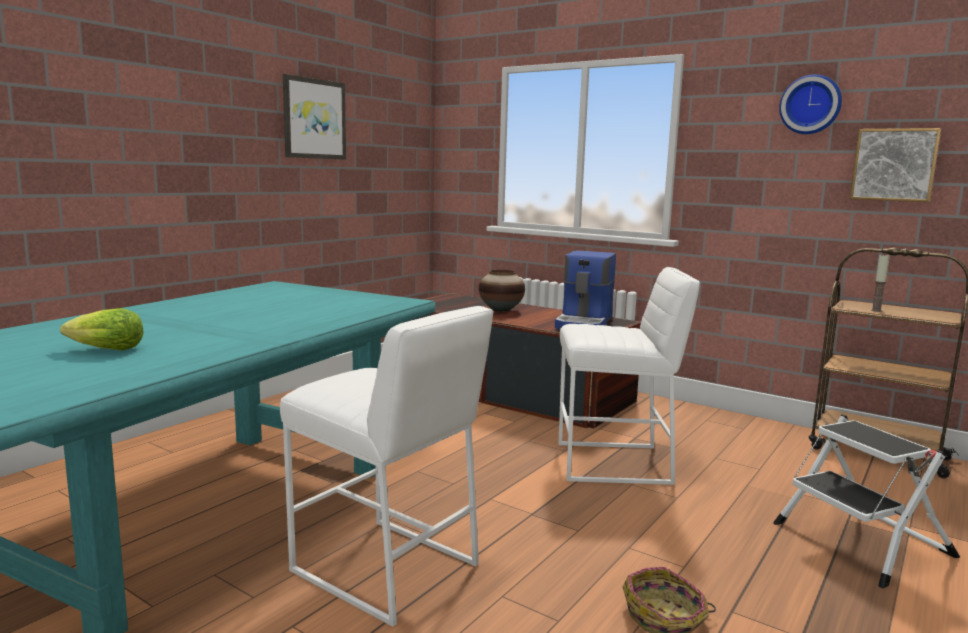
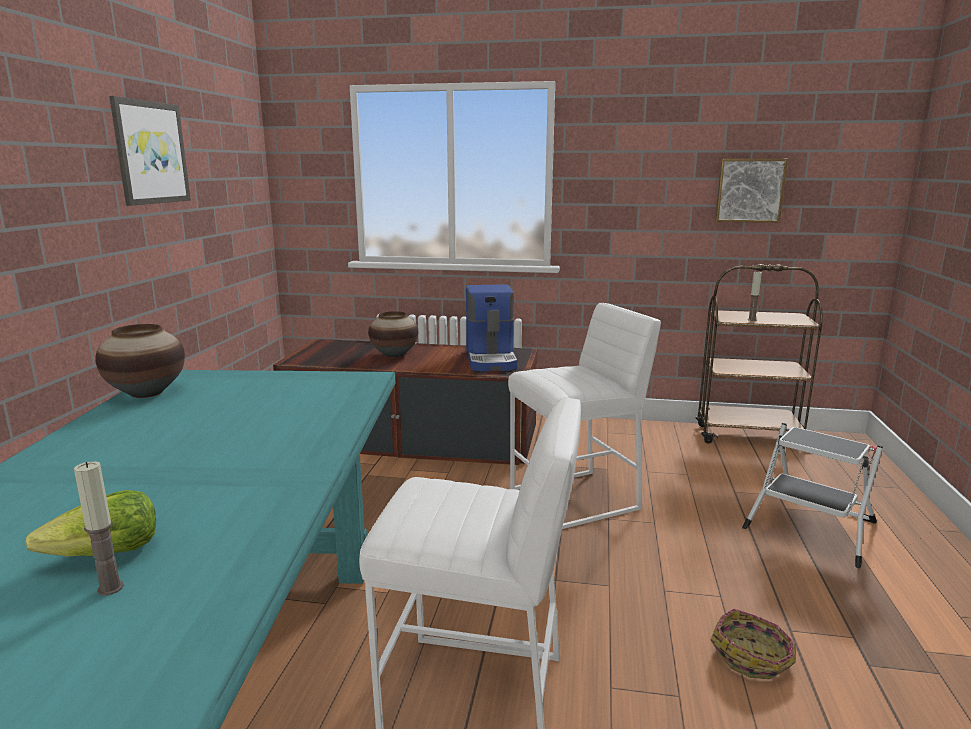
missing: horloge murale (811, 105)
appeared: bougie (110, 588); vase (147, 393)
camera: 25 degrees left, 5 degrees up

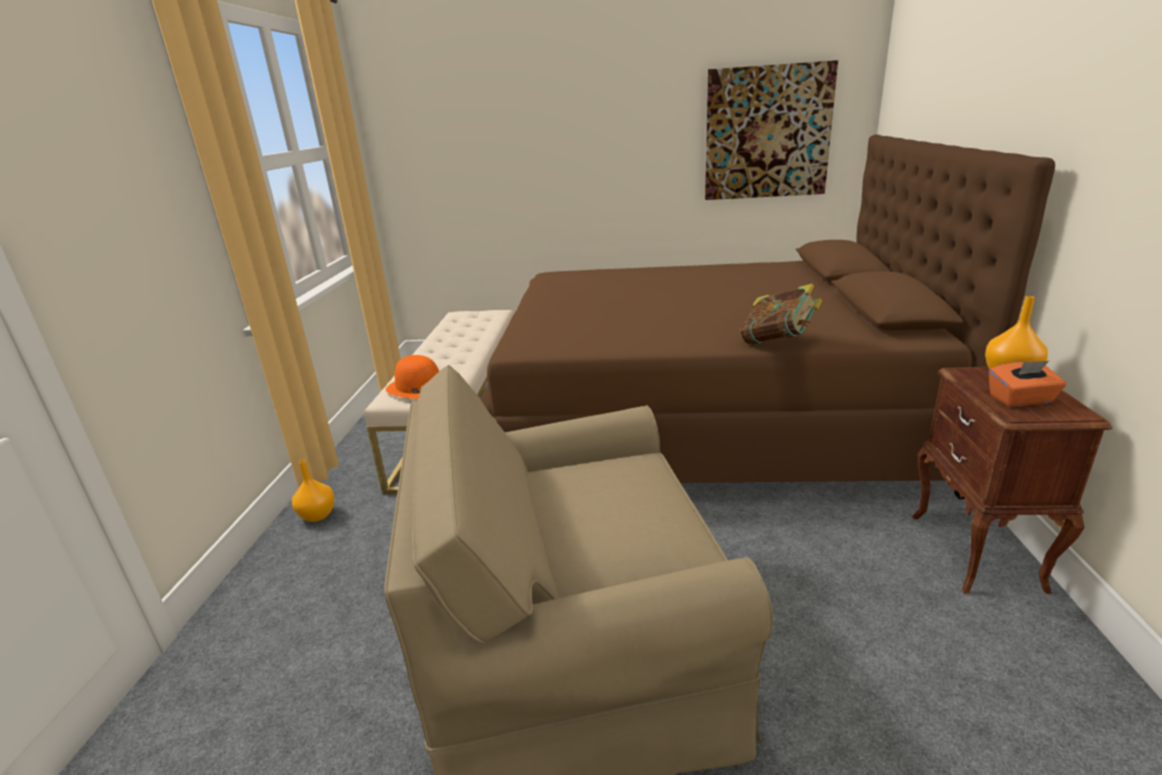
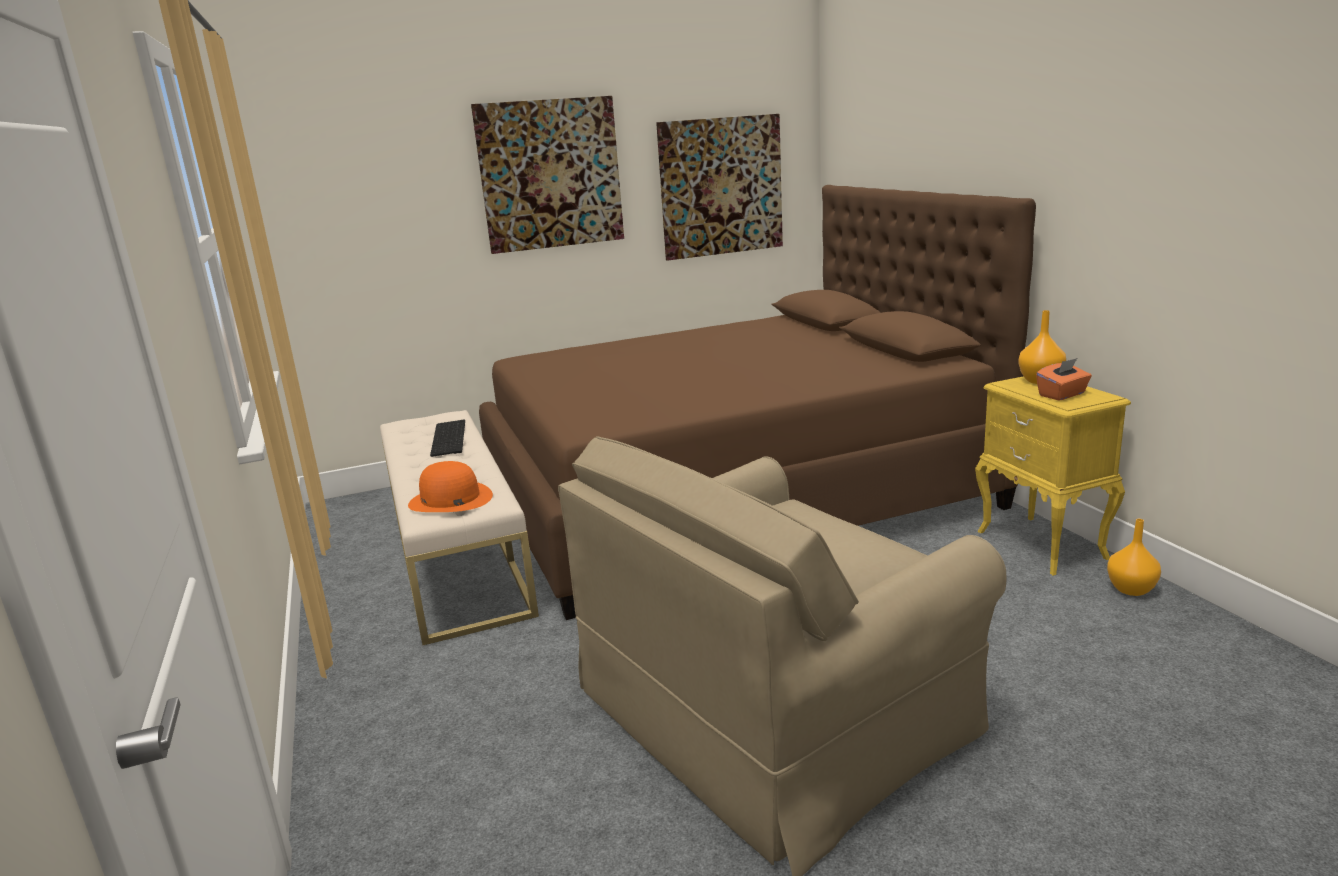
missing: livre (778, 342)
appeared: clavier (450, 438); tableau (550, 174)
relocated: vase [orange] (318, 515) to (1130, 589)
colour: table de chevet [marron] (976, 552) to table de chevet [jaune] (1042, 545)
camera: 25 degrees left, 5 degrees down

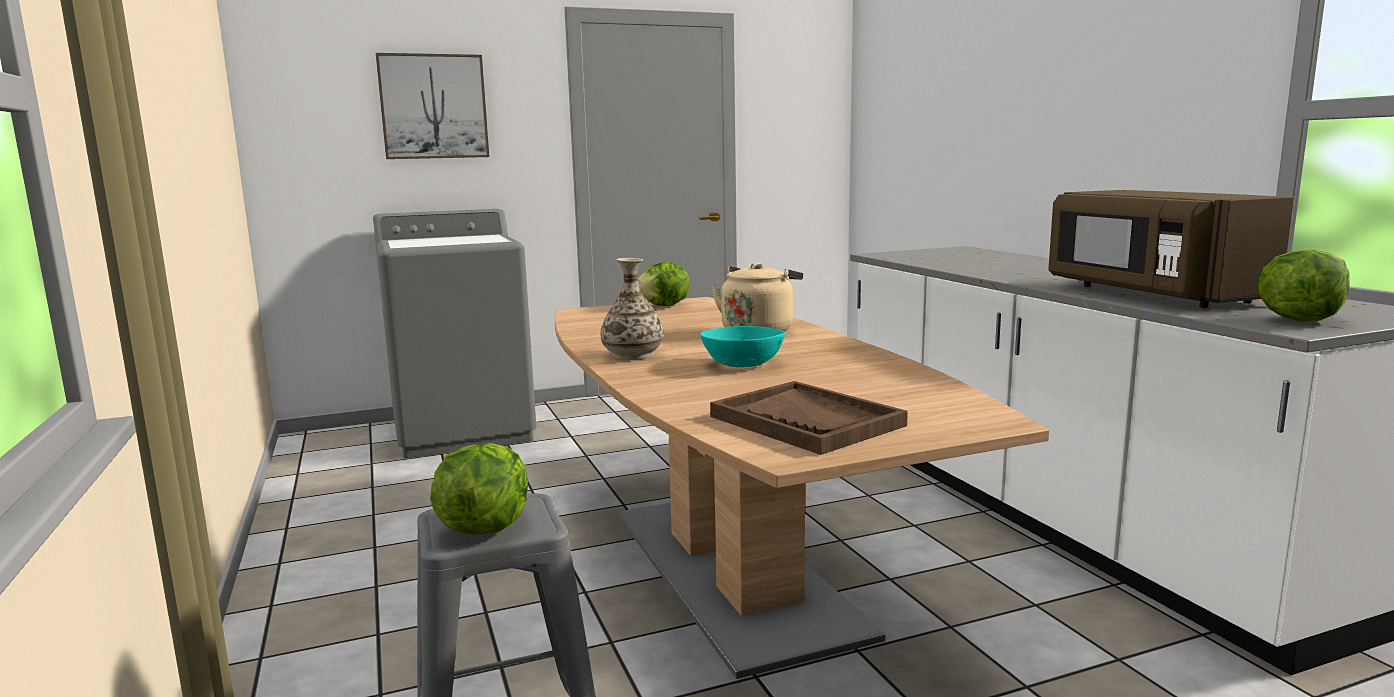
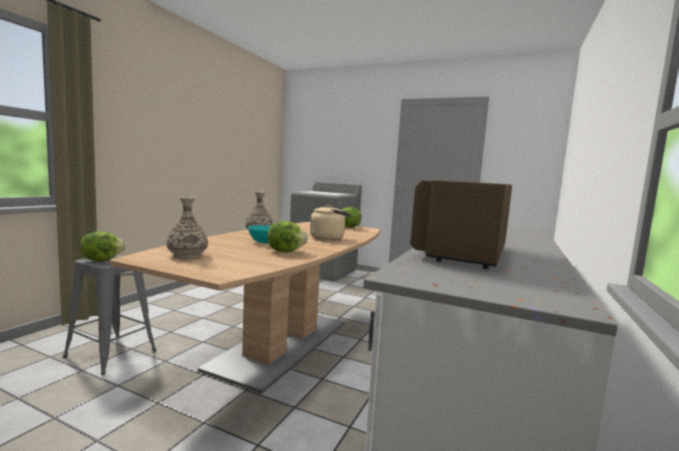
missing: tableau (433, 107)
relocated: laitue (1298, 319) to (286, 251)
exchanged: plateau [marron] (806, 421) to vase (187, 255)
camera: 45 degrees right, 5 degrees down

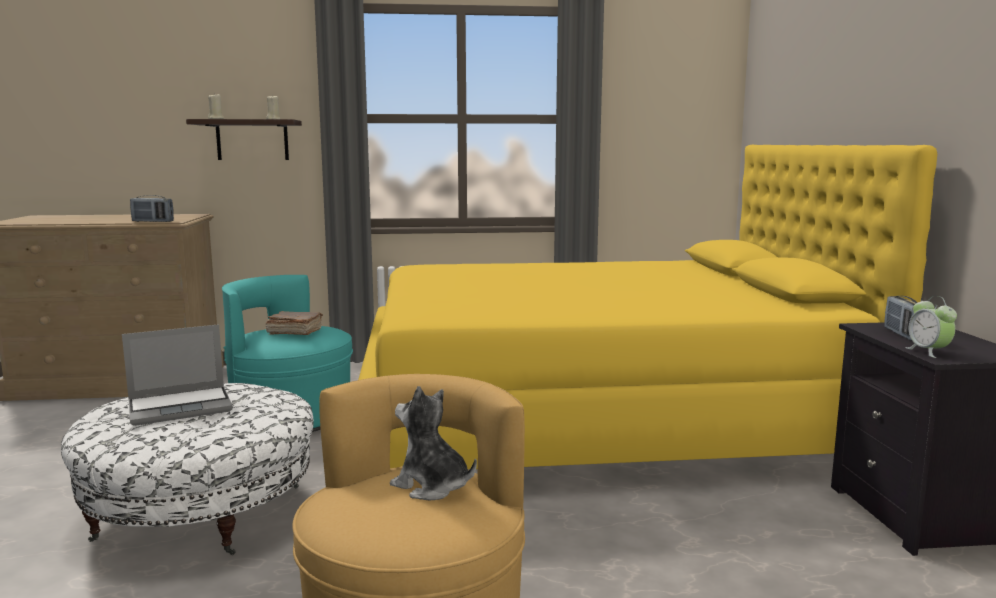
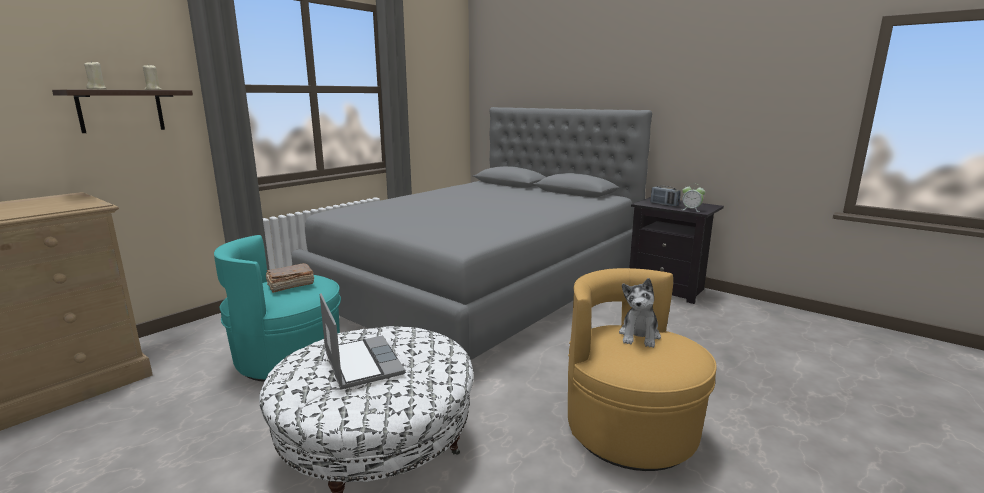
missing: radio (152, 221)
colour: lit [jaune] (598, 419) to lit [gris] (484, 290)
spun: ordinateur portable (181, 407) = (361, 363) 45 degrees counterclockwise; peluche (432, 486) = (639, 336) 60 degrees counterclockwise
camera: 45 degrees left, 5 degrees up

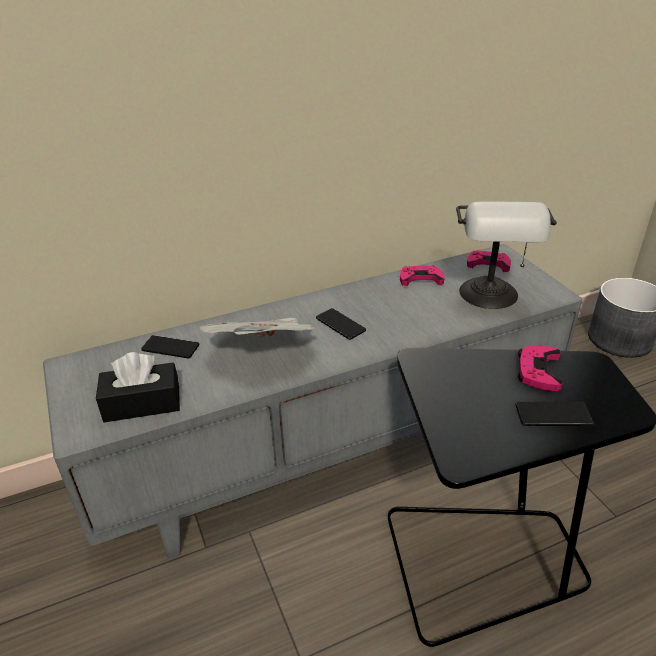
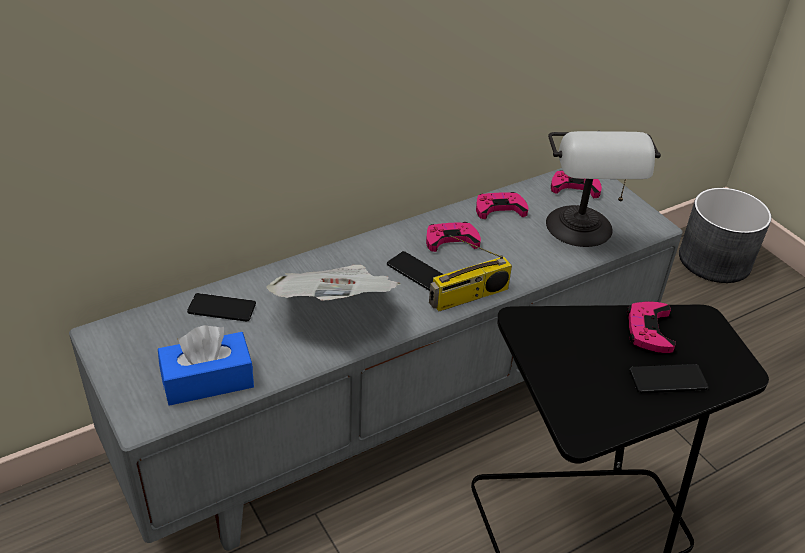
appeared: manette [rose] (451, 240); radio (468, 297)
colour: boîte à mouchoirs [noir] (142, 403) to boîte à mouchoirs [bleu] (208, 380)
camera: 10 degrees left, 5 degrees up

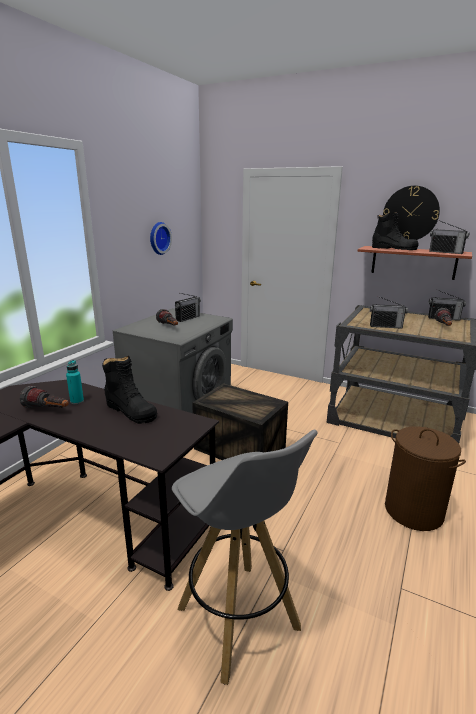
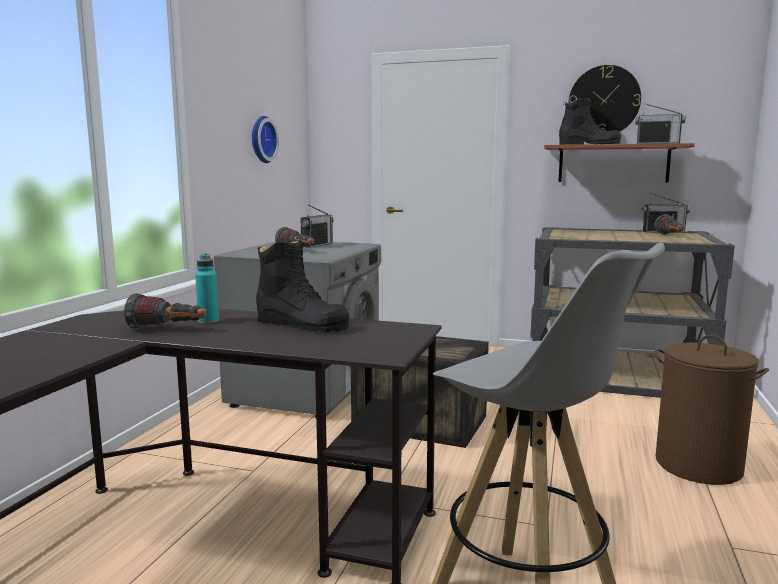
missing: radio (385, 326)
camera: 10 degrees left, 10 degrees down

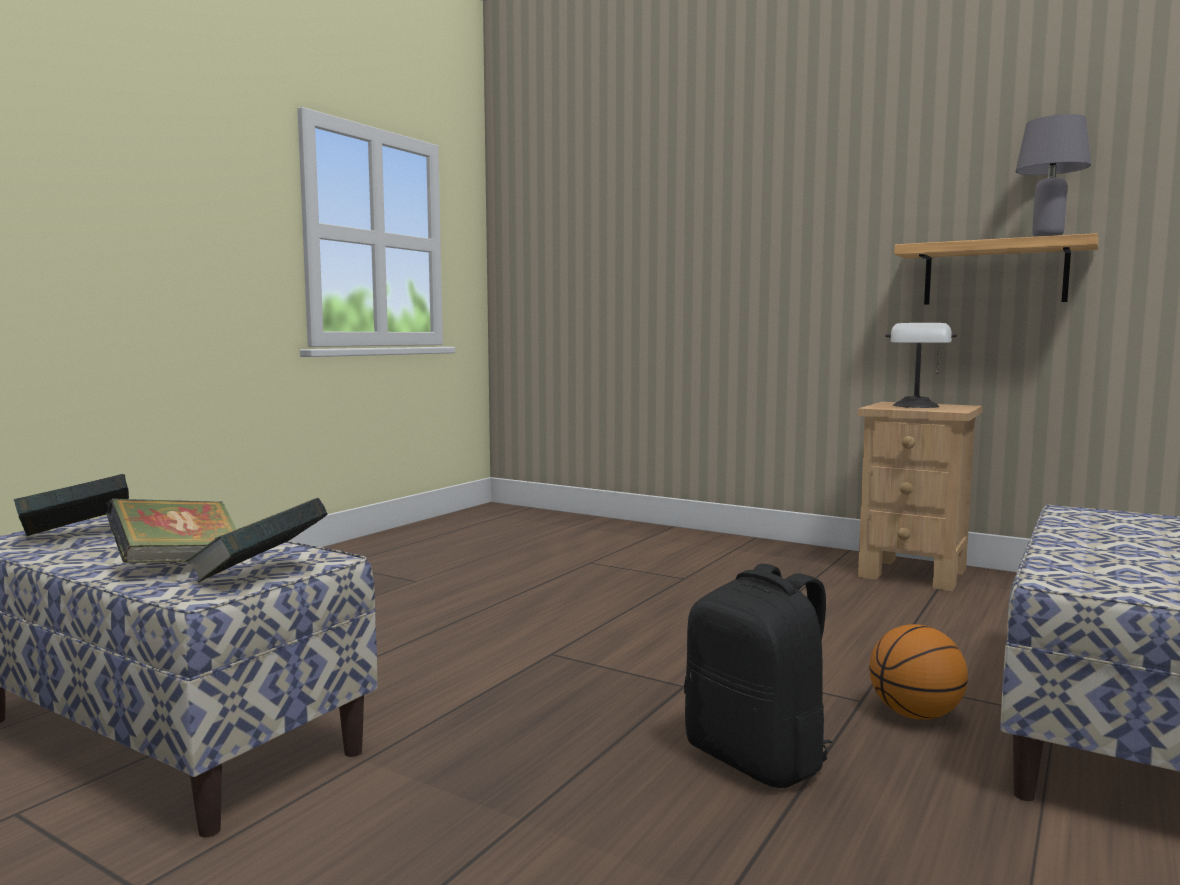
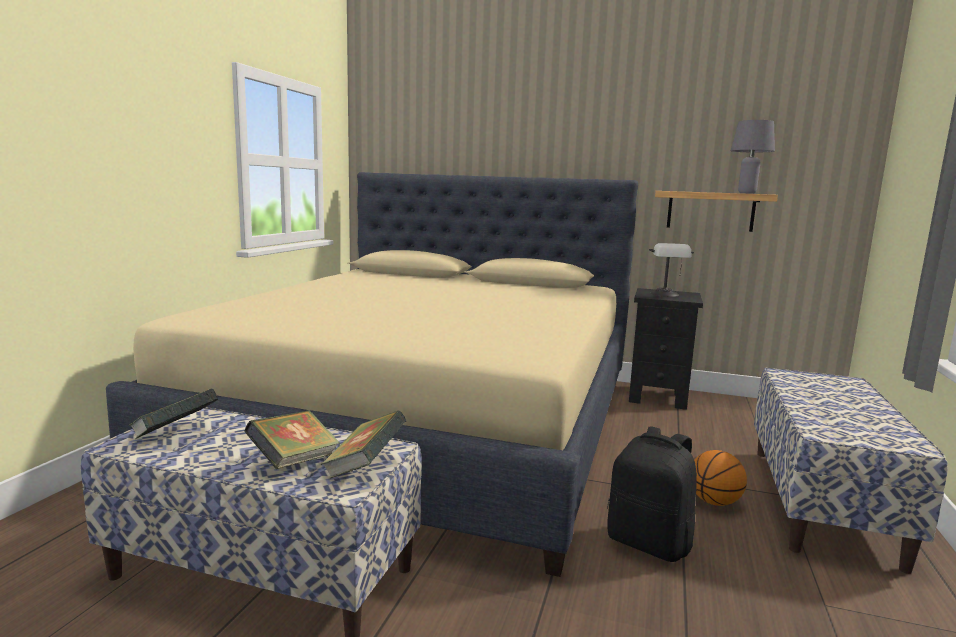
appeared: lit [beige] (425, 420)
colour: table de chevet [beige] (913, 573) to table de chevet [noir] (658, 397)
camera: 15 degrees left, 5 degrees up

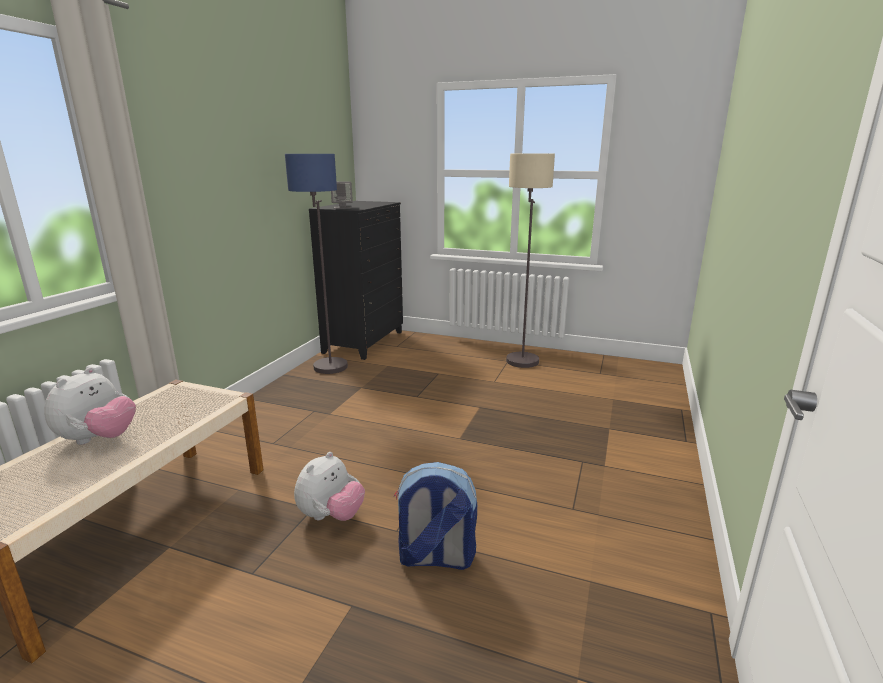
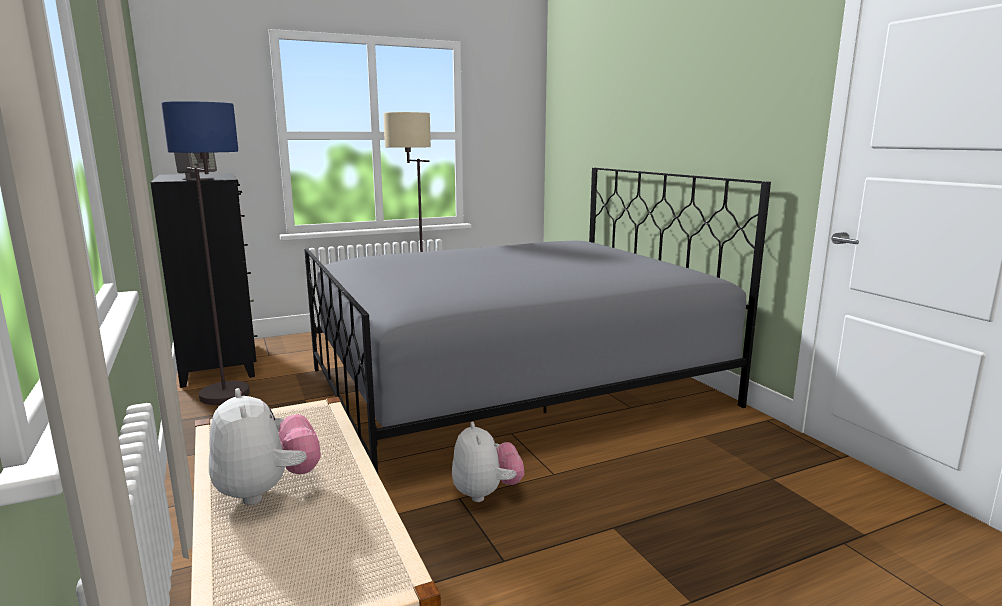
missing: sac à dos (435, 558)
appeared: lit [gris] (515, 386)
camera: 45 degrees left, 5 degrees down

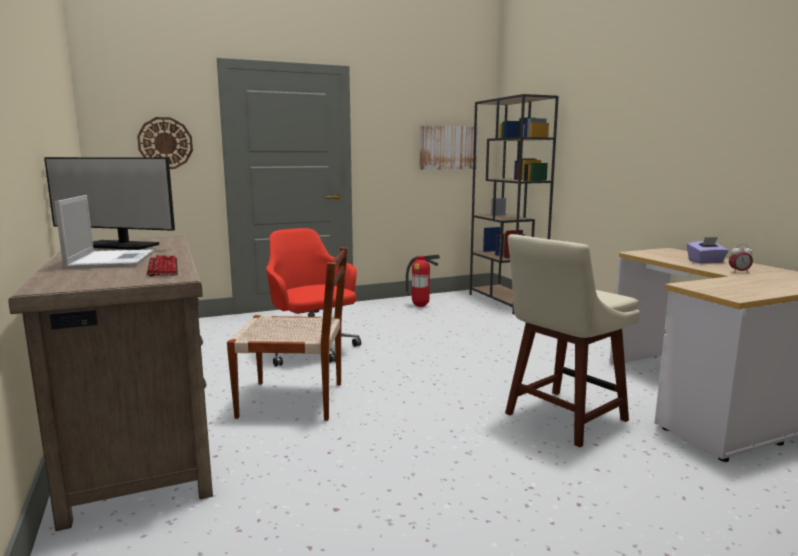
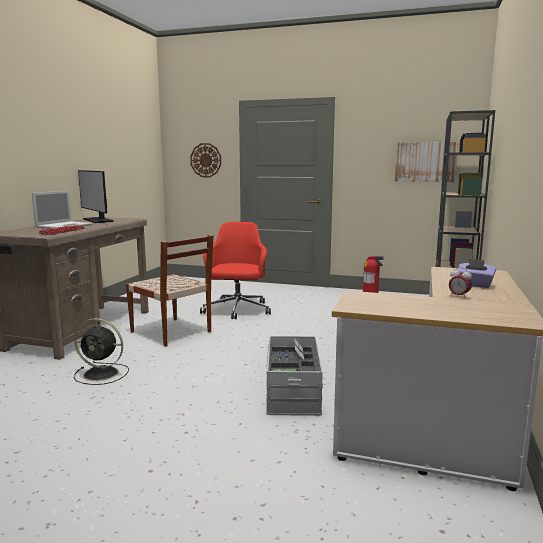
appeared: ventilateur [noir] (102, 374)
exchanged: tabouret [beige] (562, 418) to boîte de rangement [gris] (292, 391)
camera: 40 degrees right, 0 degrees up

